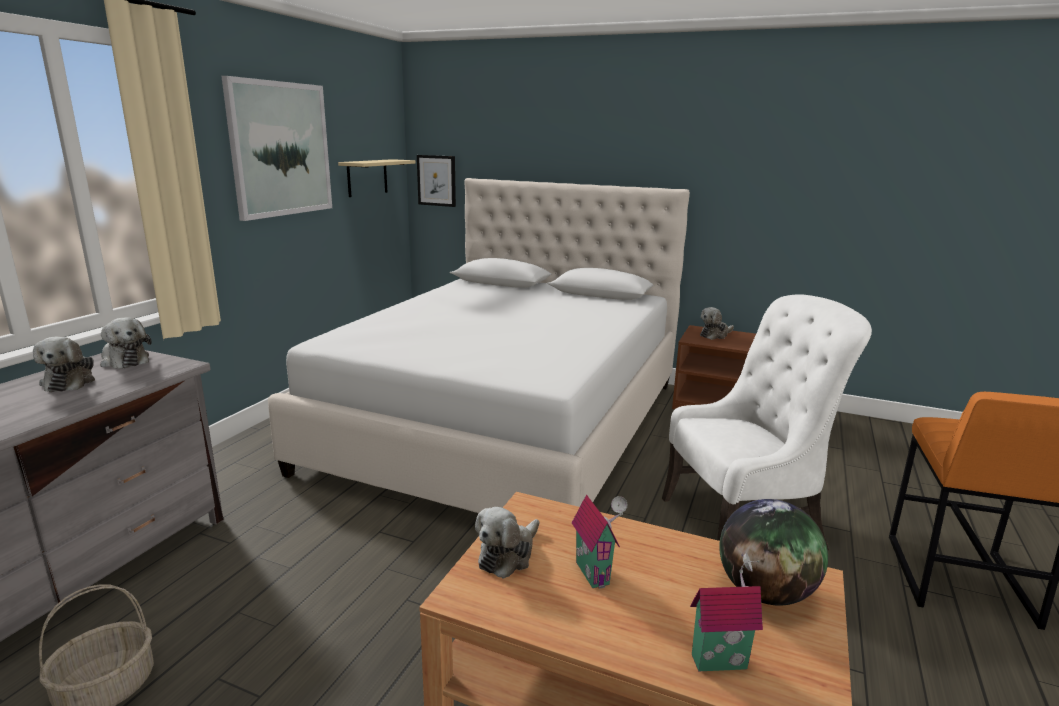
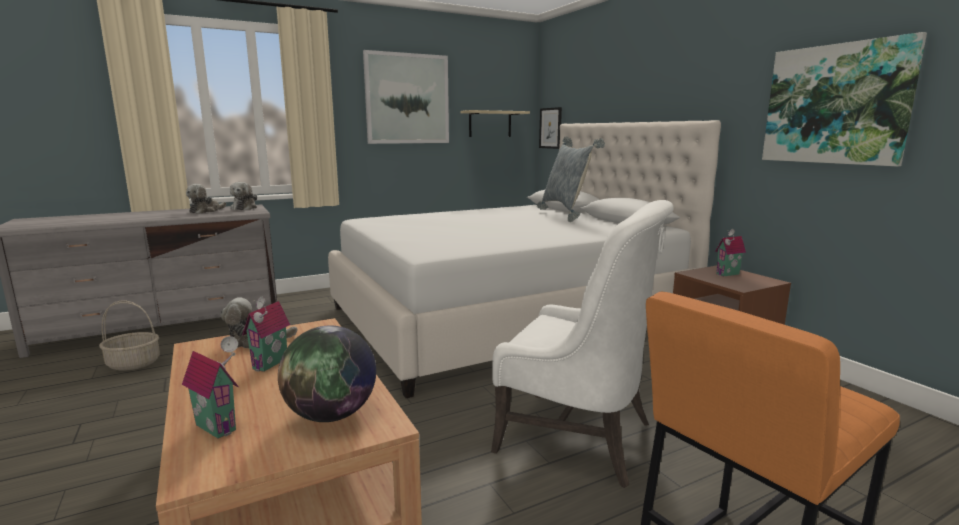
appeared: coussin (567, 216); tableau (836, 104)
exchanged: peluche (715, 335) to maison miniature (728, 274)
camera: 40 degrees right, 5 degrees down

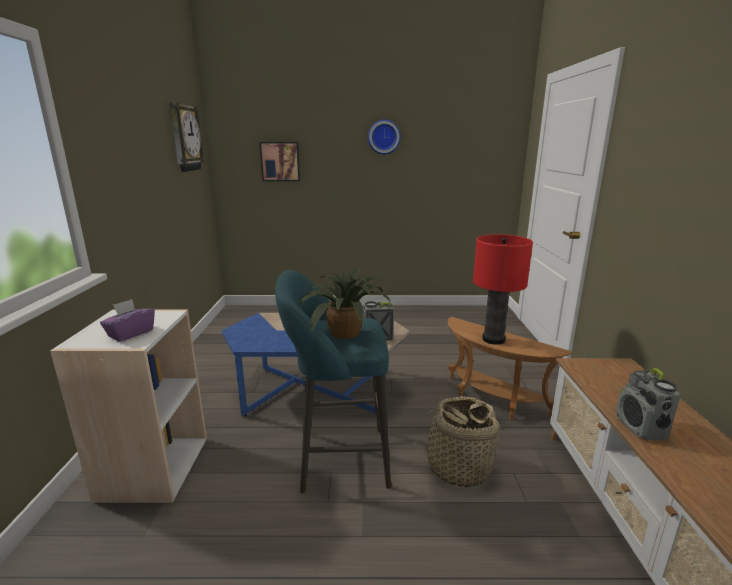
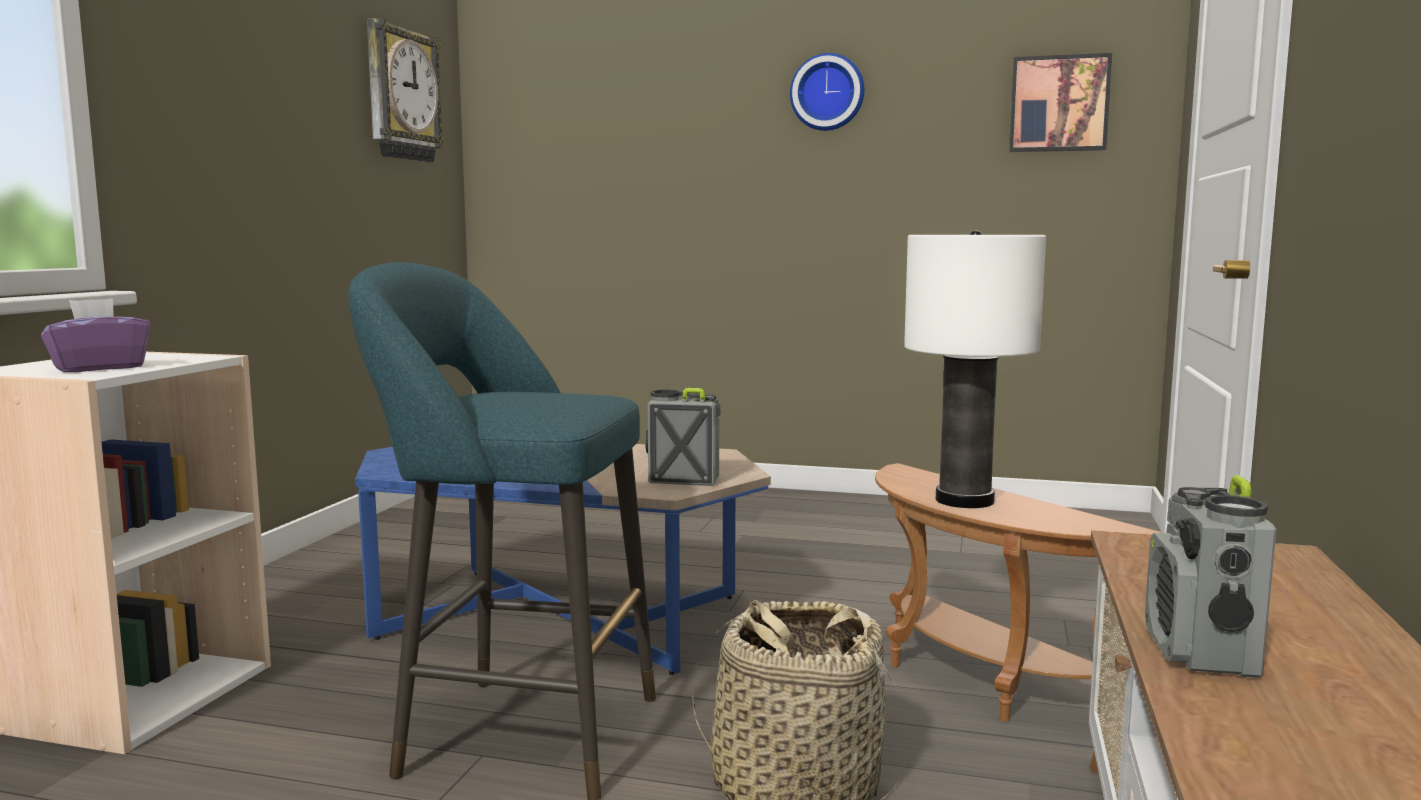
missing: plante en pot (345, 334)
relocated: tableau (280, 161) to (1059, 104)
colour: lampe de table [rouge] (494, 339) to lampe de table [blanc] (965, 500)
camera: 15 degrees right, 10 degrees down

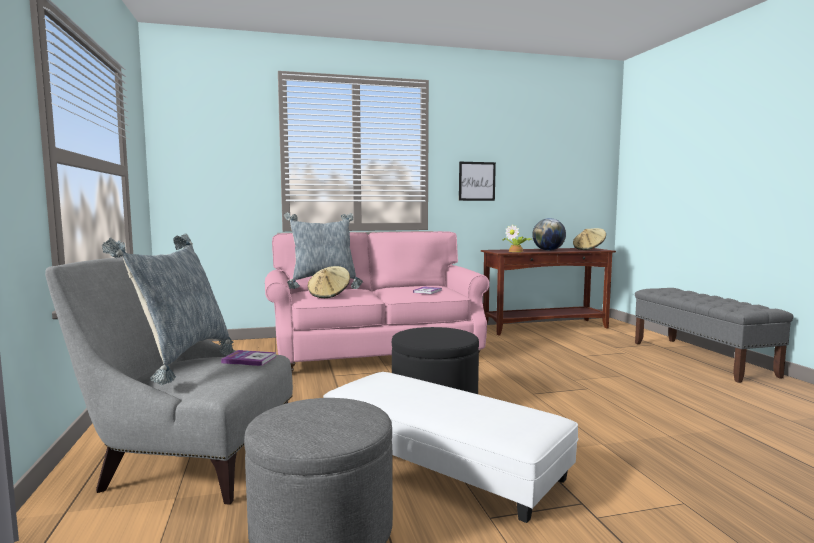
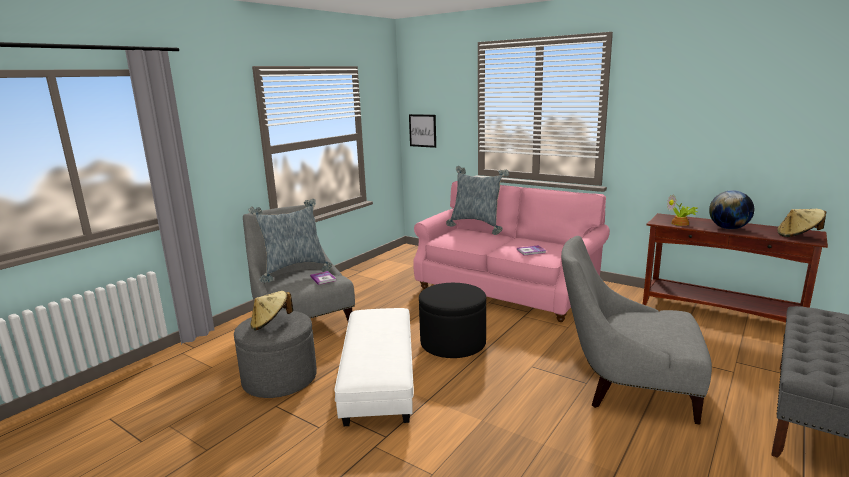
appeared: fauteuil [gris] (626, 384)
relocated: chapeau [beige] (329, 295) to (271, 323); tableau (477, 181) to (422, 130)
camera: 50 degrees right, 10 degrees up

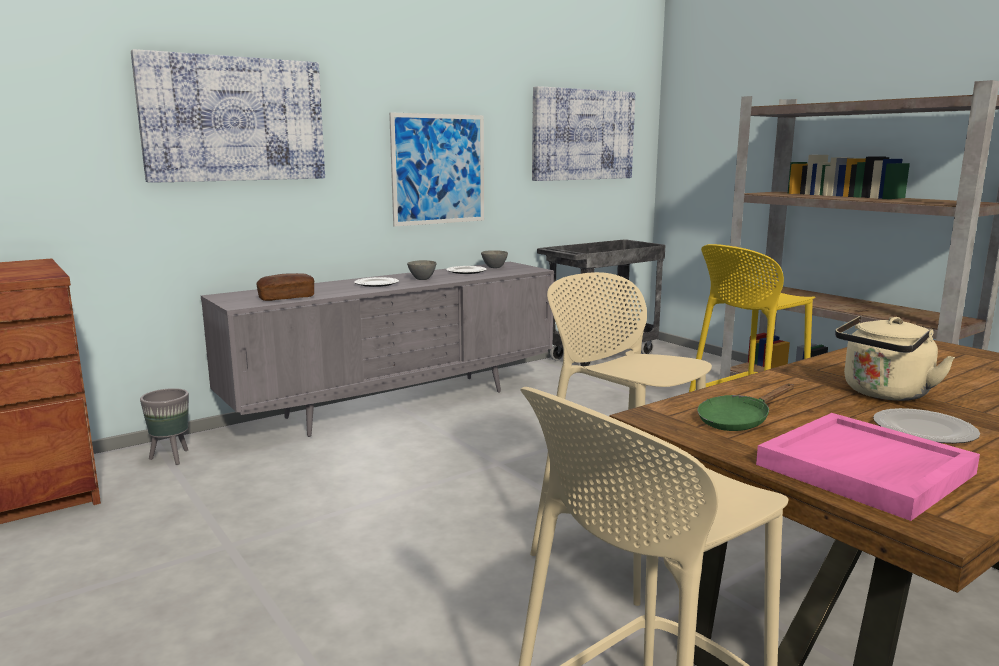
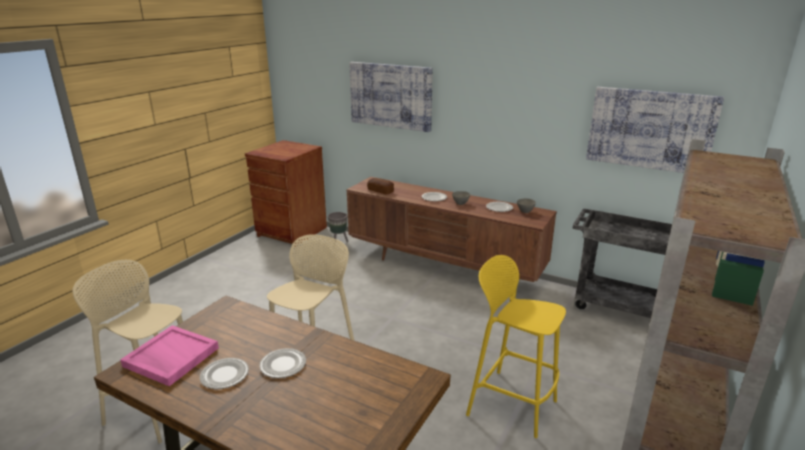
missing: tableau (438, 169); poêle [vert] (738, 421)
exchanged: bouilloire [beige] (883, 394) to assiette (283, 364)
colour: meuble de rangement [gris] (398, 404) to meuble de rangement [marron] (444, 267)
camera: 65 degrees right, 10 degrees up

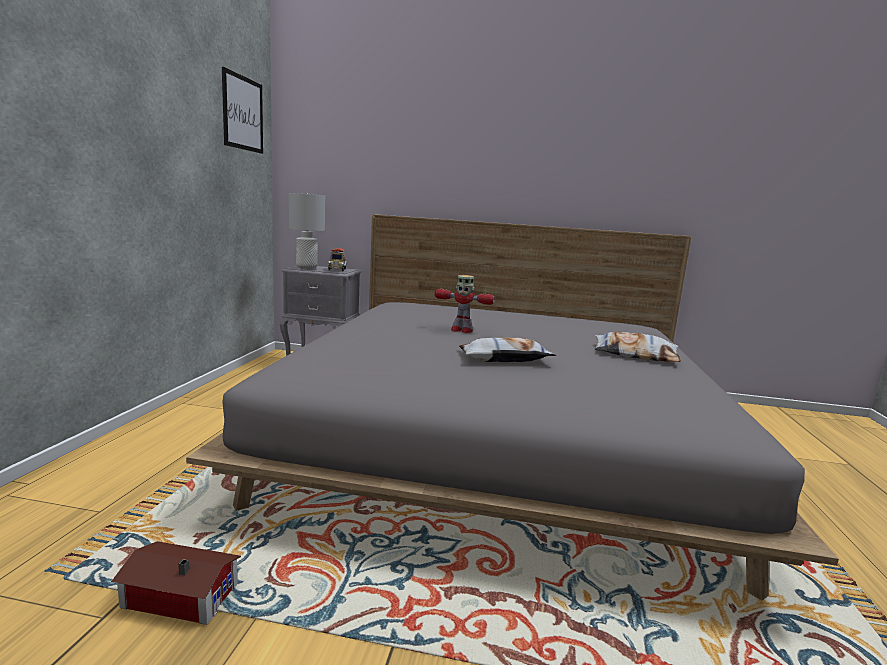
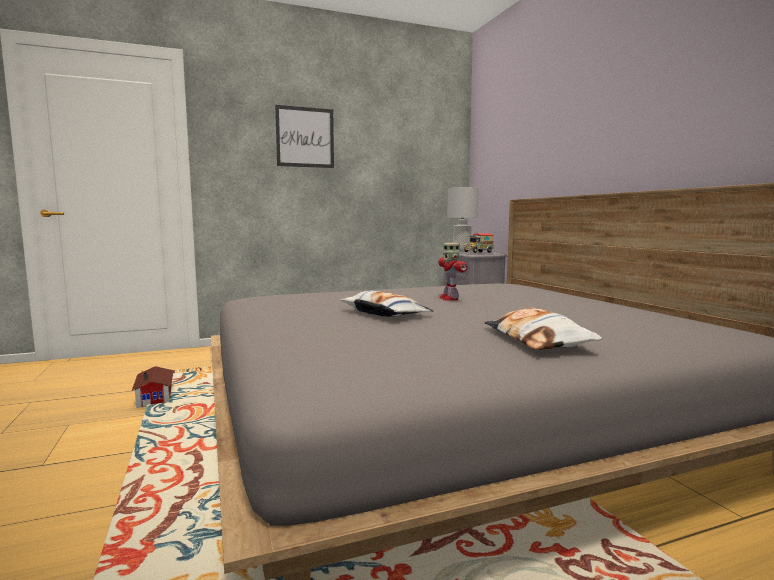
relocated: tableau (243, 113) to (305, 137)
camera: 60 degrees right, 5 degrees down

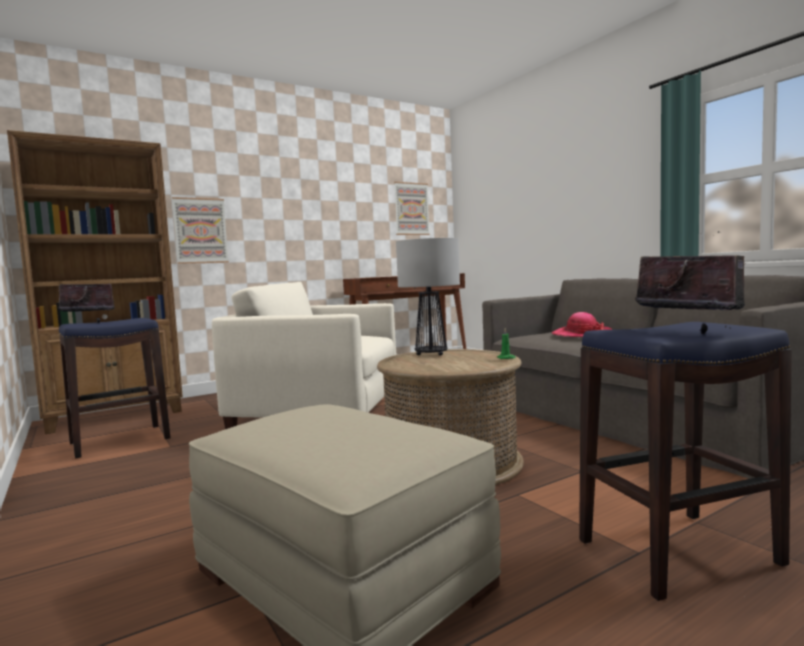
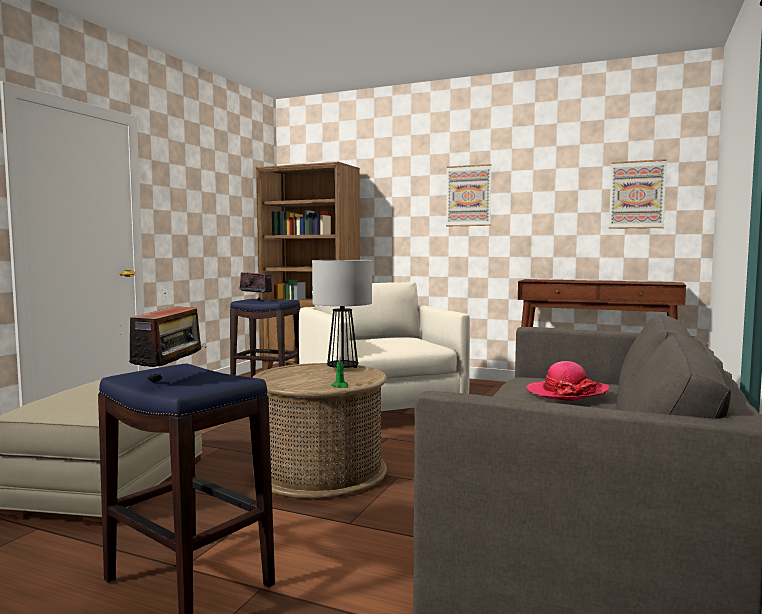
relocated: tableau (200, 231) to (468, 196)
camera: 55 degrees right, 0 degrees up

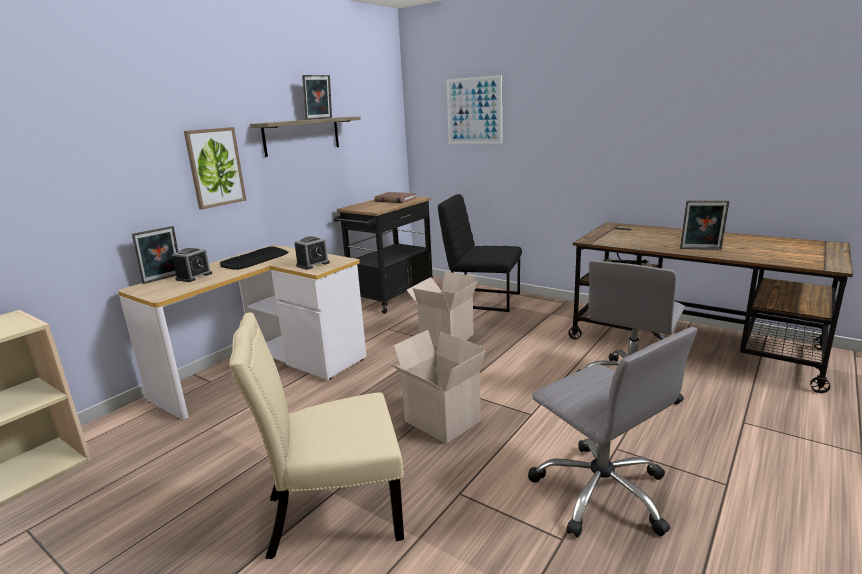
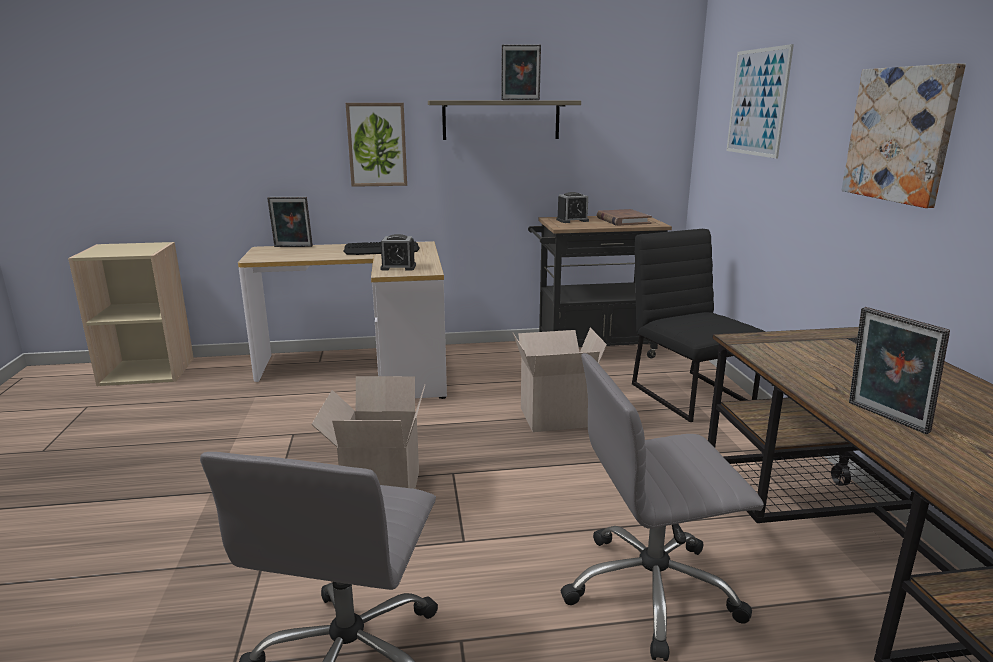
missing: chaise [beige] (336, 513)
appeared: tableau (900, 134)
relocated: réveil (194, 276) to (572, 220)
camera: 45 degrees right, 0 degrees up

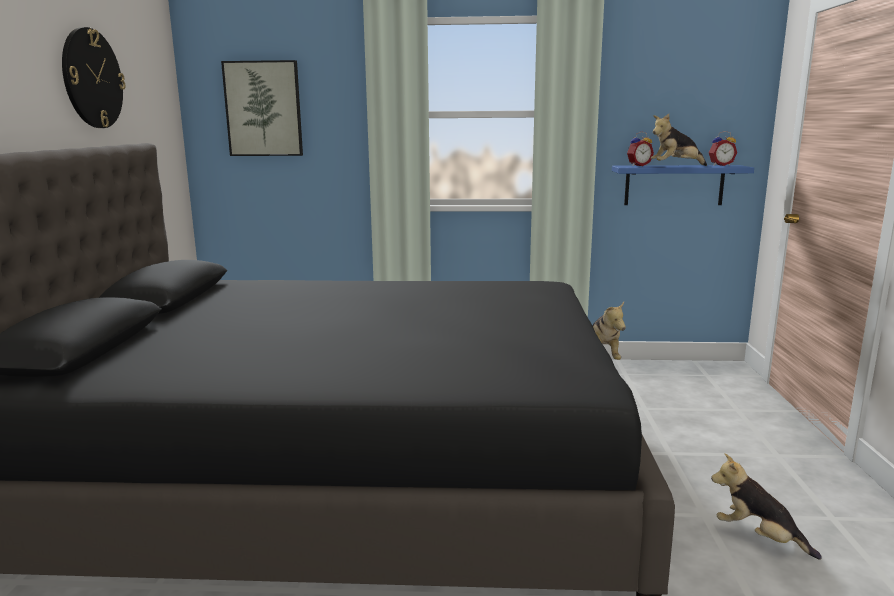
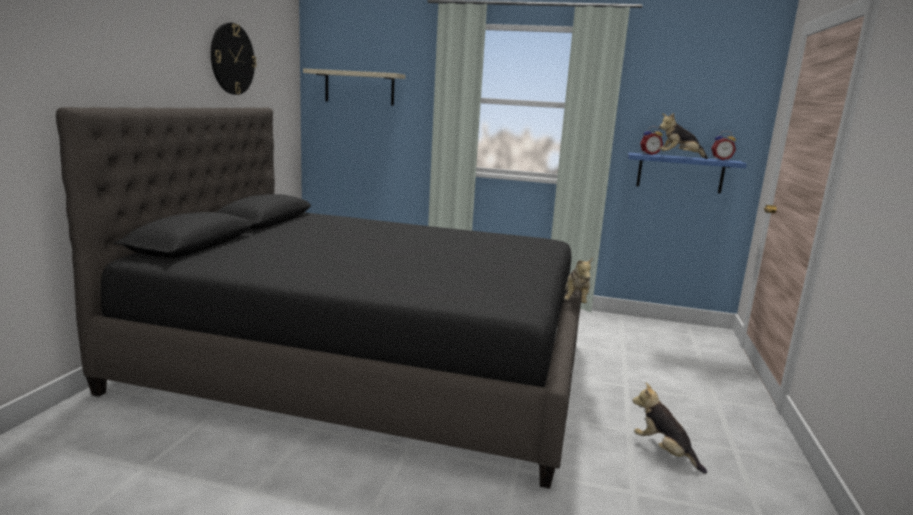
exchanged: tableau (263, 109) to étagère [beige] (359, 88)
camera: 10 degrees right, 0 degrees up

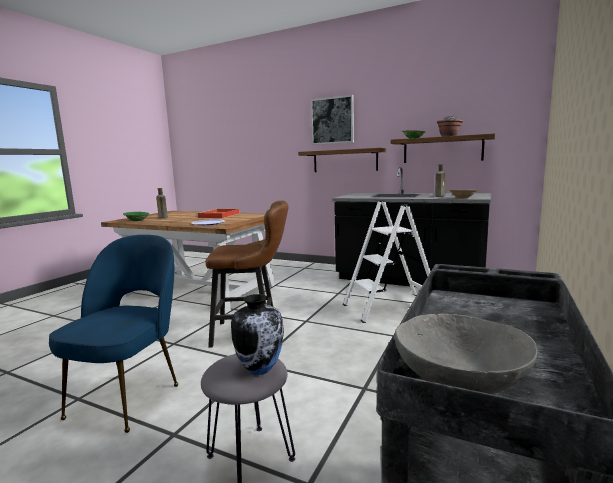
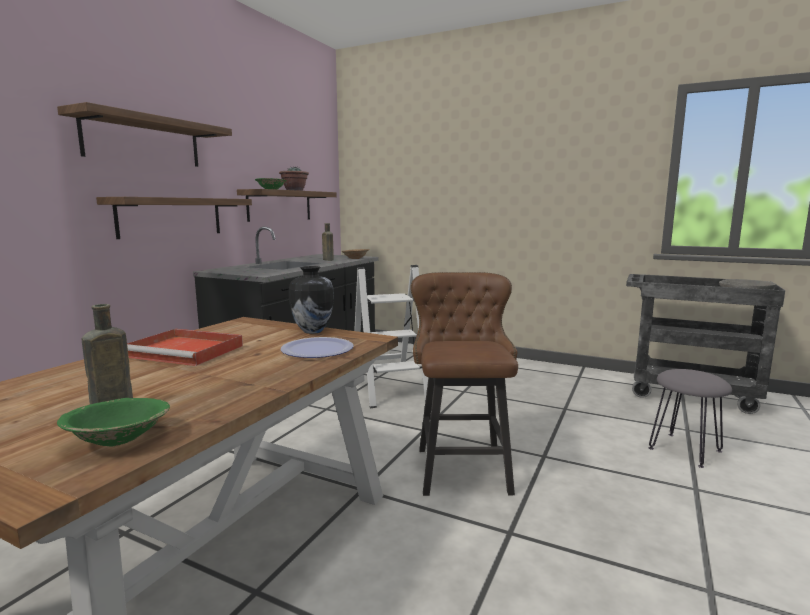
missing: chaise [bleu] (130, 396)
relocated: vase (260, 369) to (312, 331)
exchanged: tableau (332, 120) to étagère (143, 141)
camera: 90 degrees left, 0 degrees up

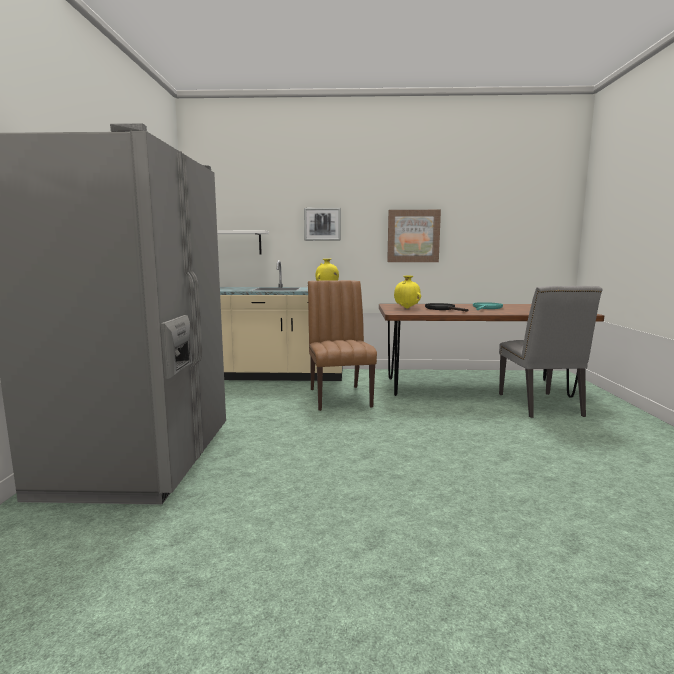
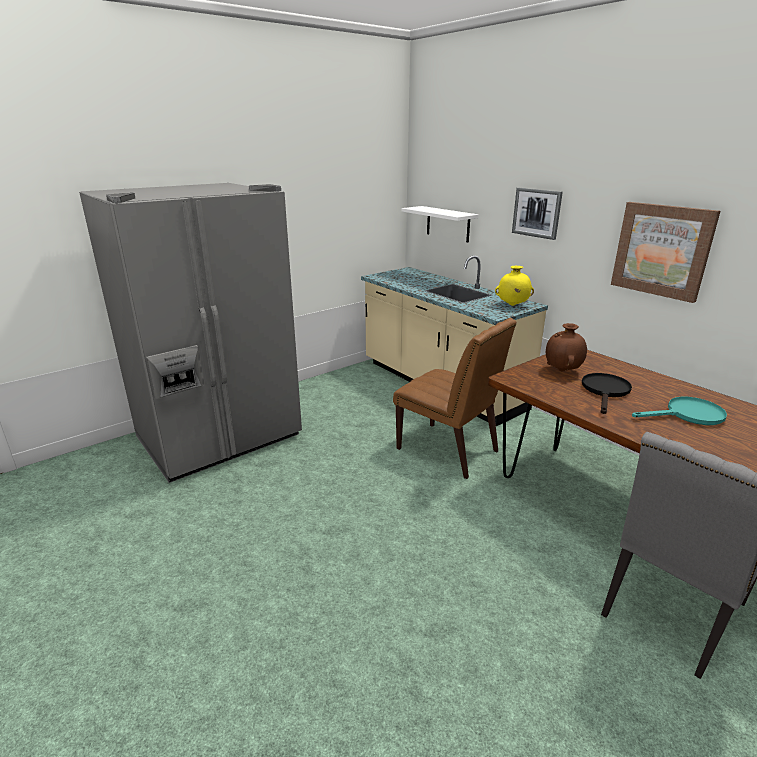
colour: vase [jaune] (407, 308) to vase [marron] (562, 371)
spun: chaise [marron] (340, 398) = (446, 450) 90 degrees clockwise
camera: 50 degrees right, 15 degrees up

